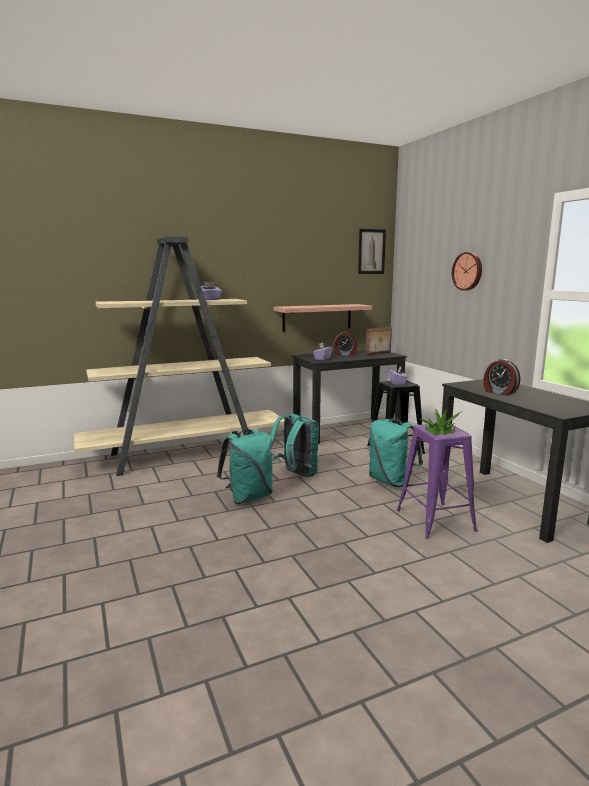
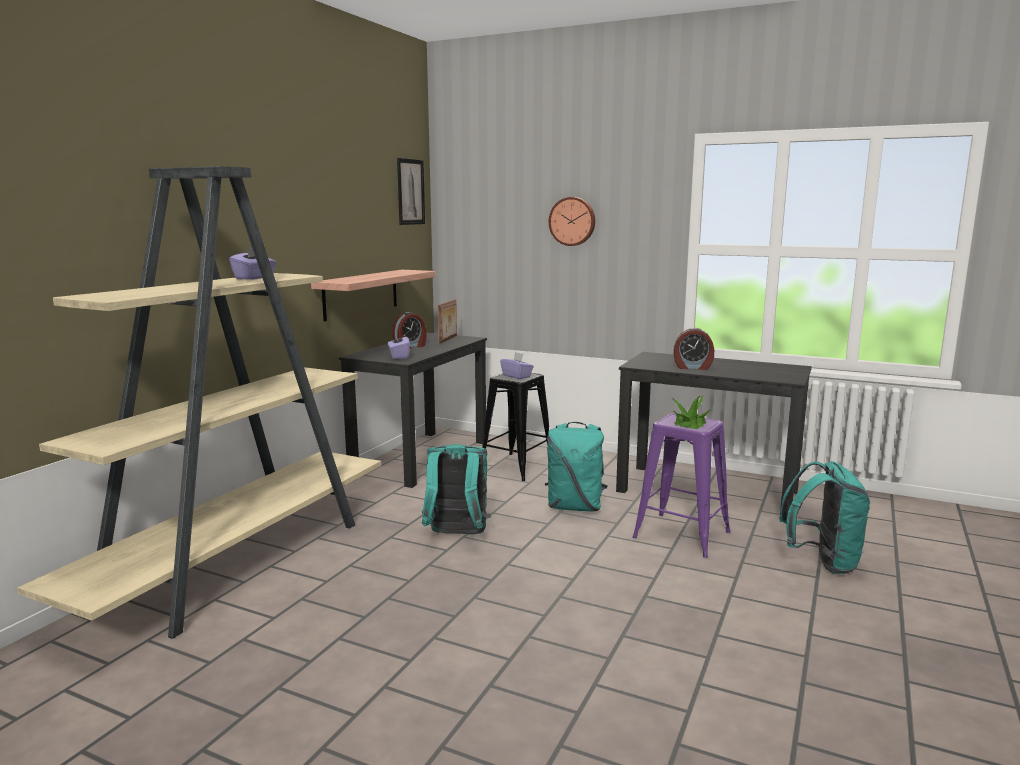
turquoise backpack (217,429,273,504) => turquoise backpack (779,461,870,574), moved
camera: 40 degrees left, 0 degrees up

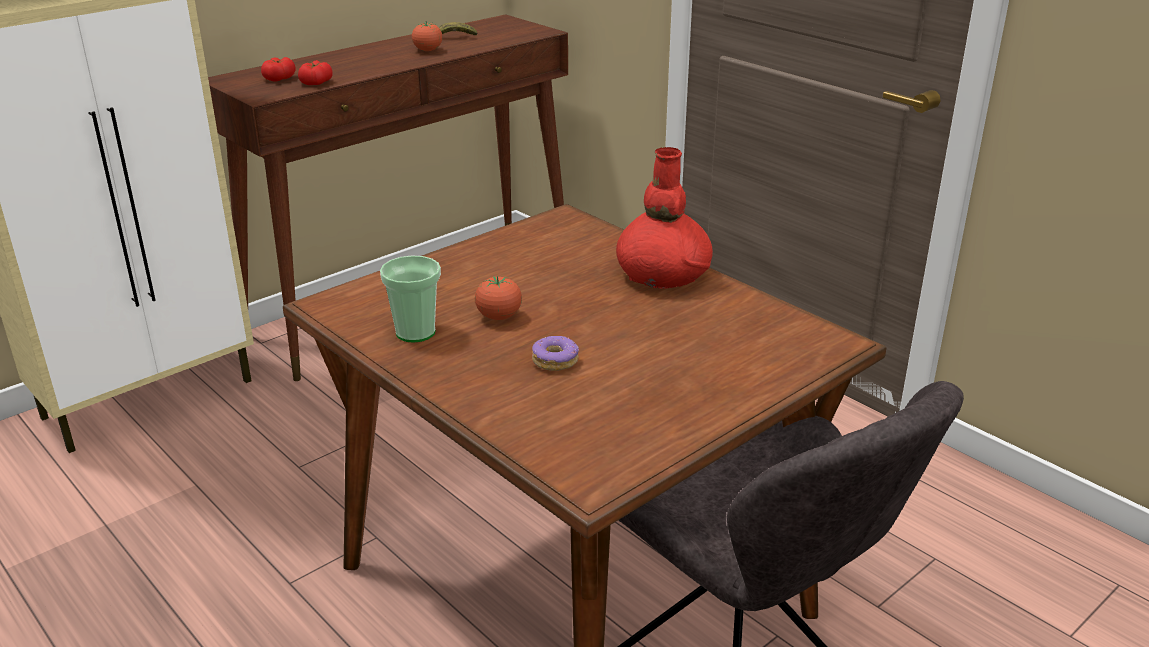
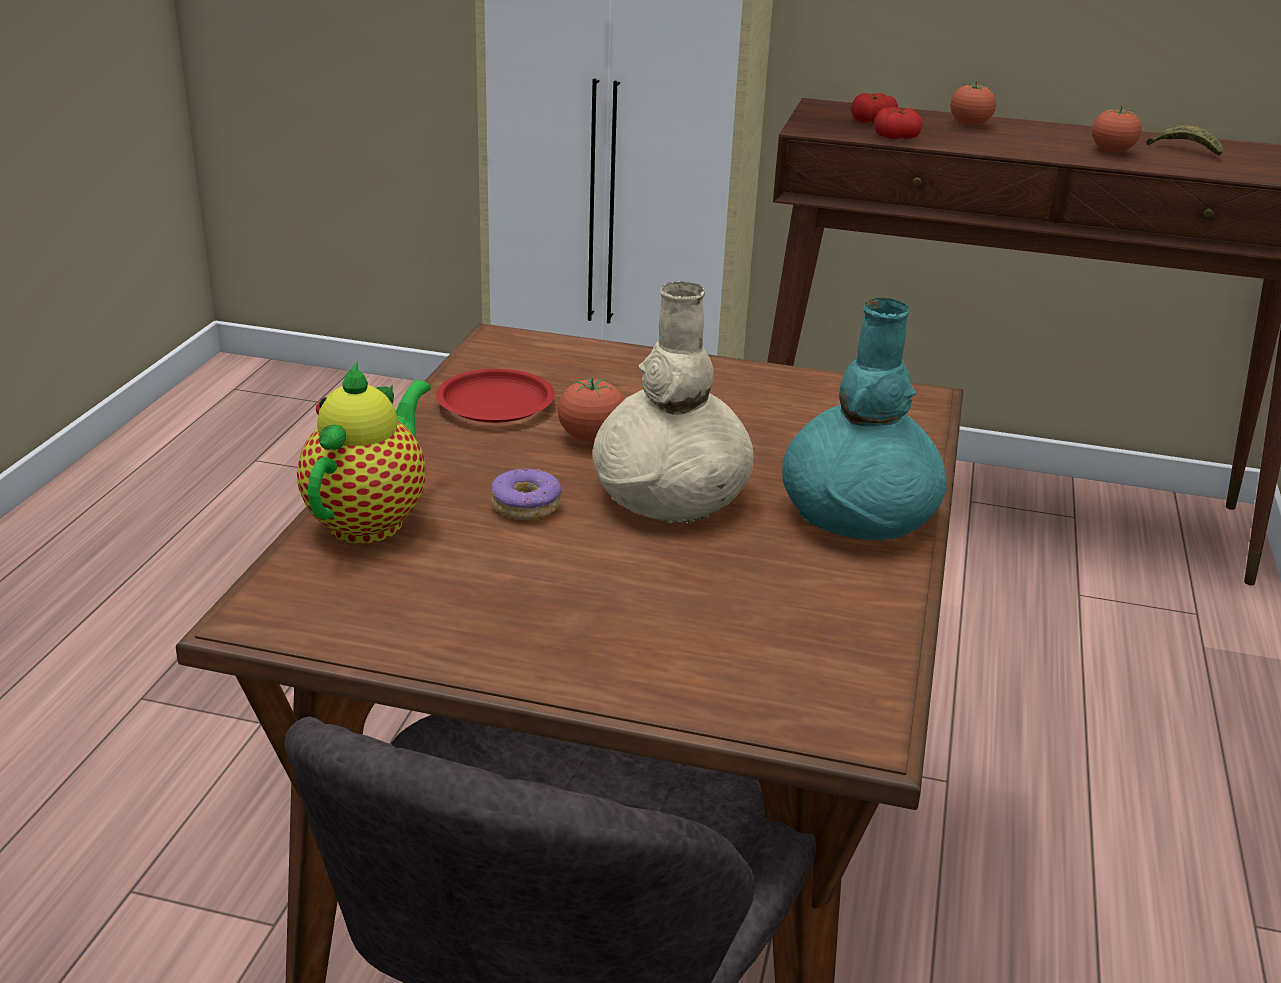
nothing => tea pot (297,361,431,544)
nothing => beige decorative vase (593,281,754,523)
nothing => tomato (950,81,996,126)
cup (380,256,441,342) => red-coloured plate (436,369,555,423)
red-coloured decorative vase (616,147,713,289) => turquoise decorative vase (782,298,946,540)
camera: 55 degrees right, 0 degrees up

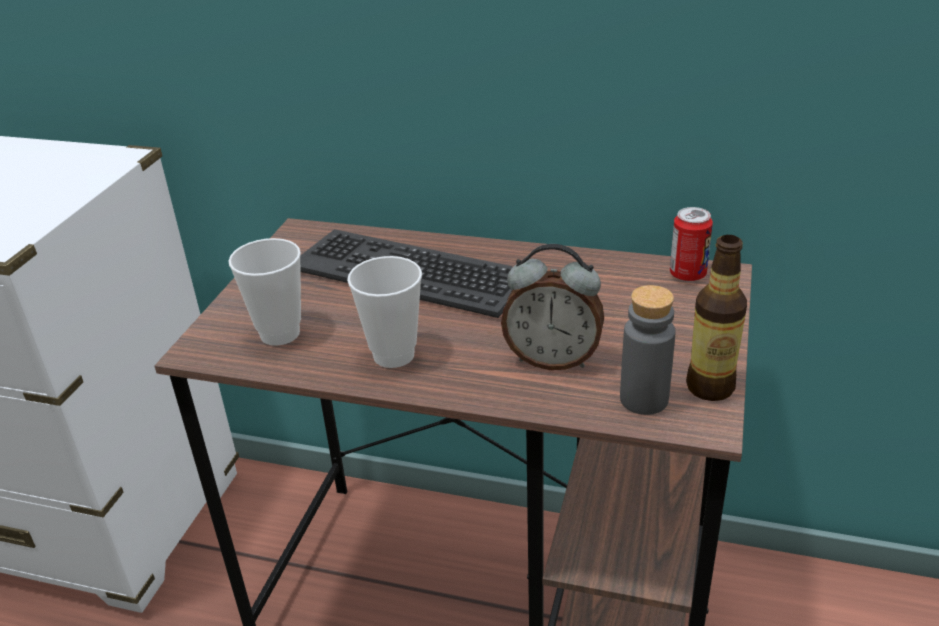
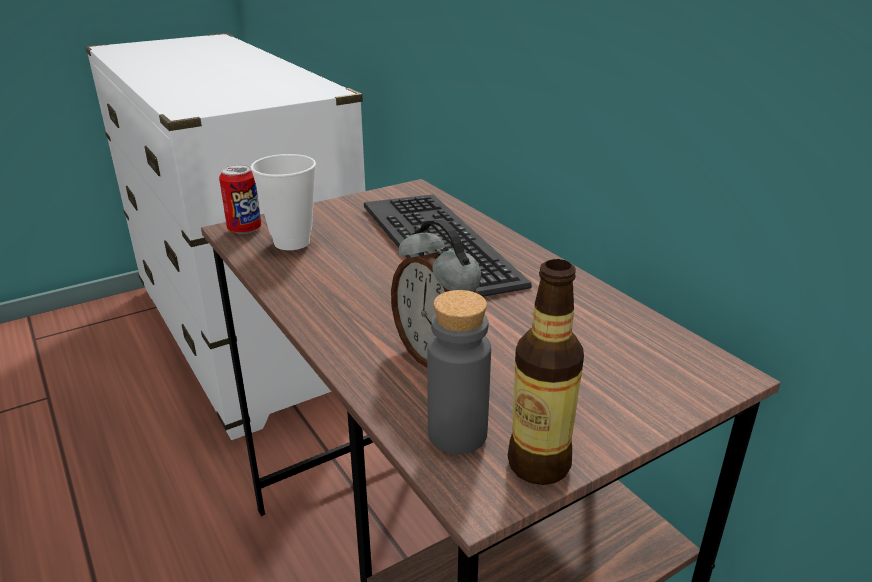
cup (347,256,422,368) => nothing
metal can (670,207,713,282) => metal can (219,165,261,234), moved
camera: 40 degrees right, 5 degrees down

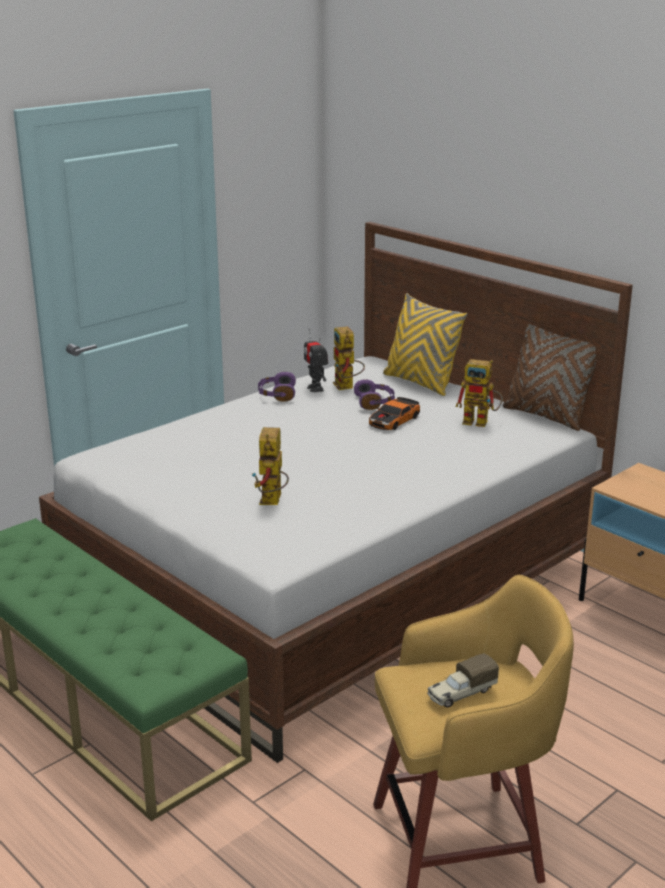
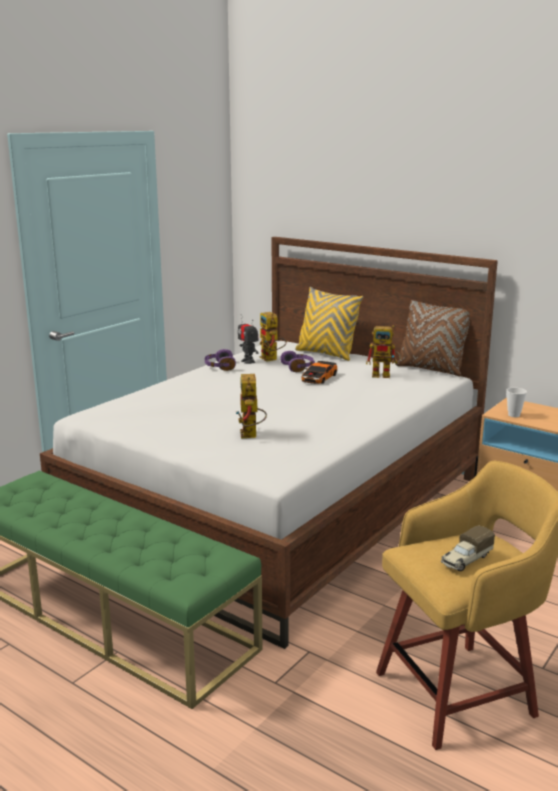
nothing => cup (507,388,527,417)
camera: 10 degrees left, 5 degrees down

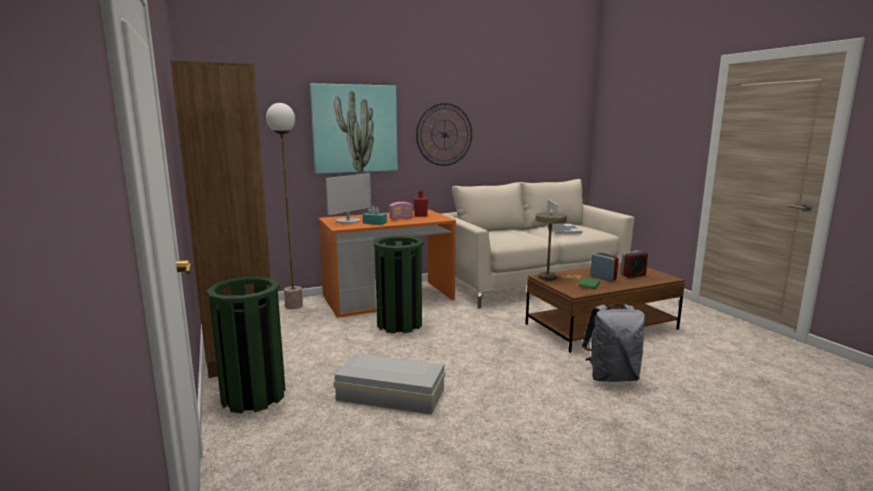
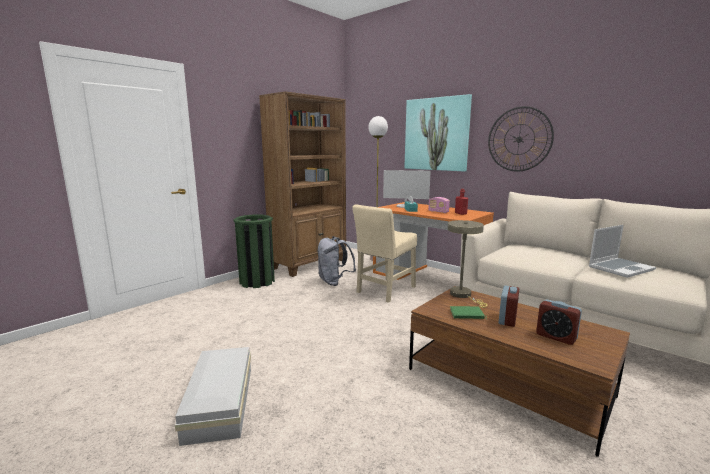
white-coloured storage box (334,354,445,415) => white-coloured storage box (175,347,251,446), moved
greyish backpack (582,304,646,382) => greyish backpack (317,236,356,286), moved
greenish trash can (374,236,423,333) => beige chair (352,204,417,303)
camera: 65 degrees right, 0 degrees up

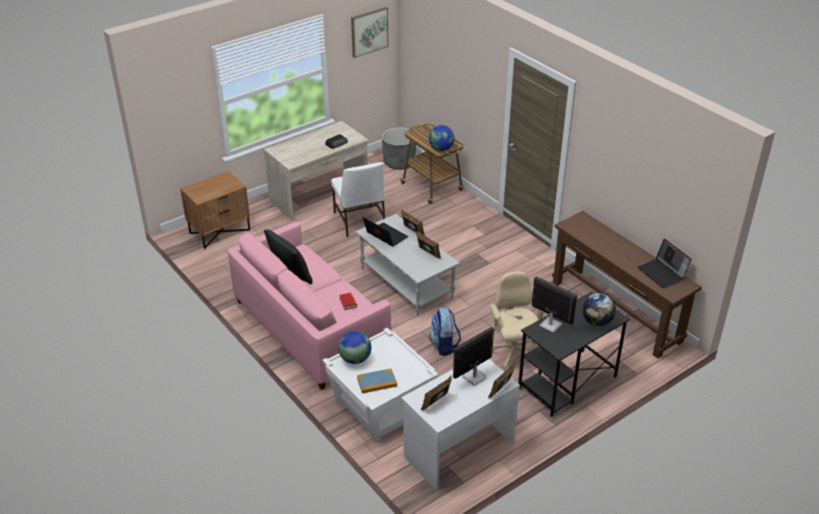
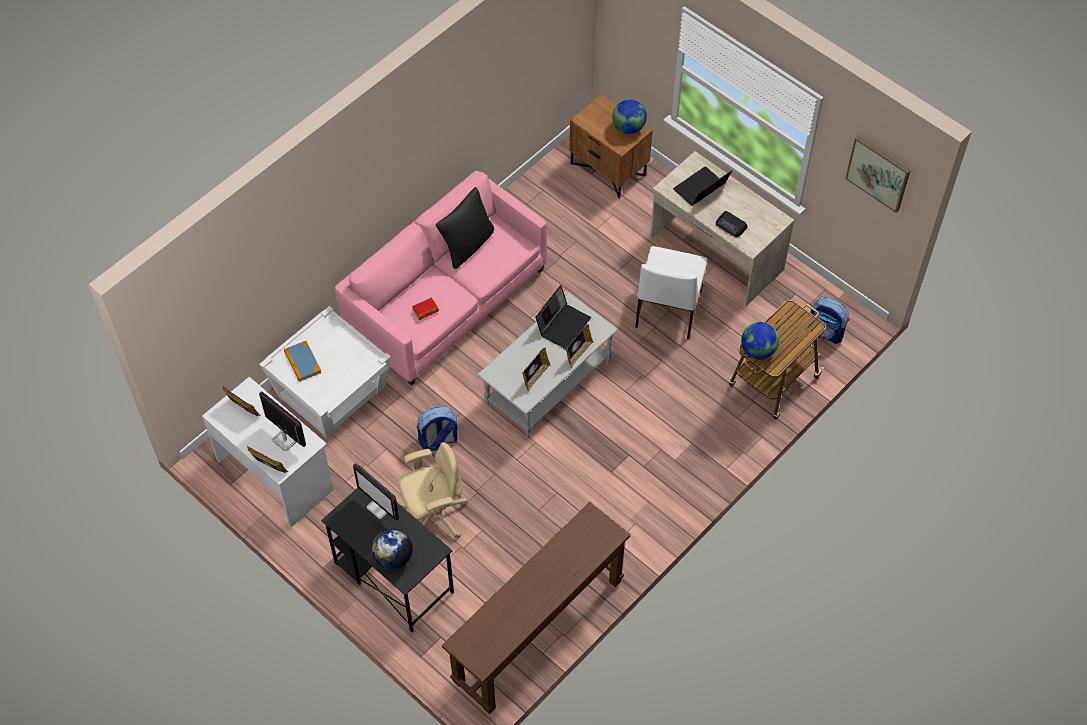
world globe (338,331,371,364) => world globe (612,100,647,134), moved
notebook computer (637,239,692,288) => notebook computer (673,166,732,206), moved
greyish planter (382,127,416,170) => backpack (810,297,850,344)
white-coloured chair (331,162,385,237) => white-coloured chair (635,246,707,339), 45 degrees counterclockwise
computer display (532,276,577,333) => computer display (353,463,399,521), 105 degrees clockwise
camera: 80 degrees right, 20 degrees up

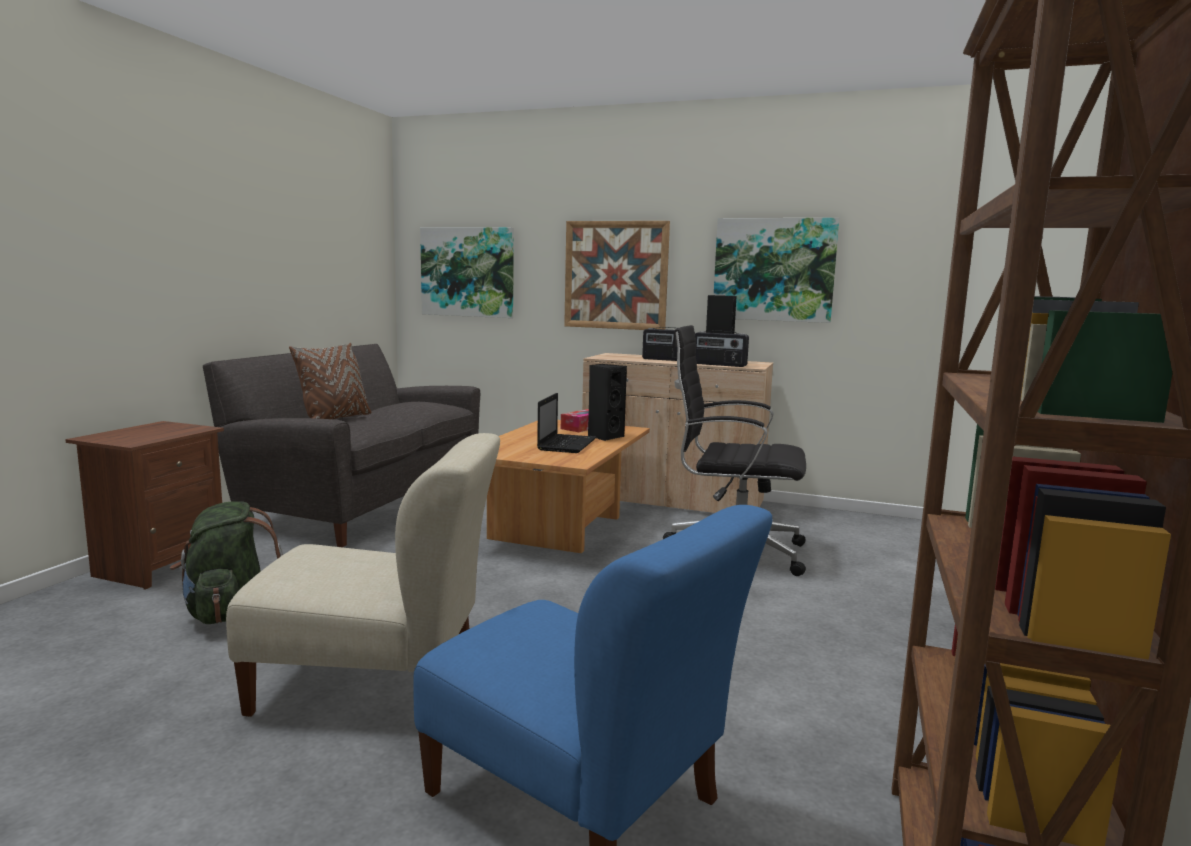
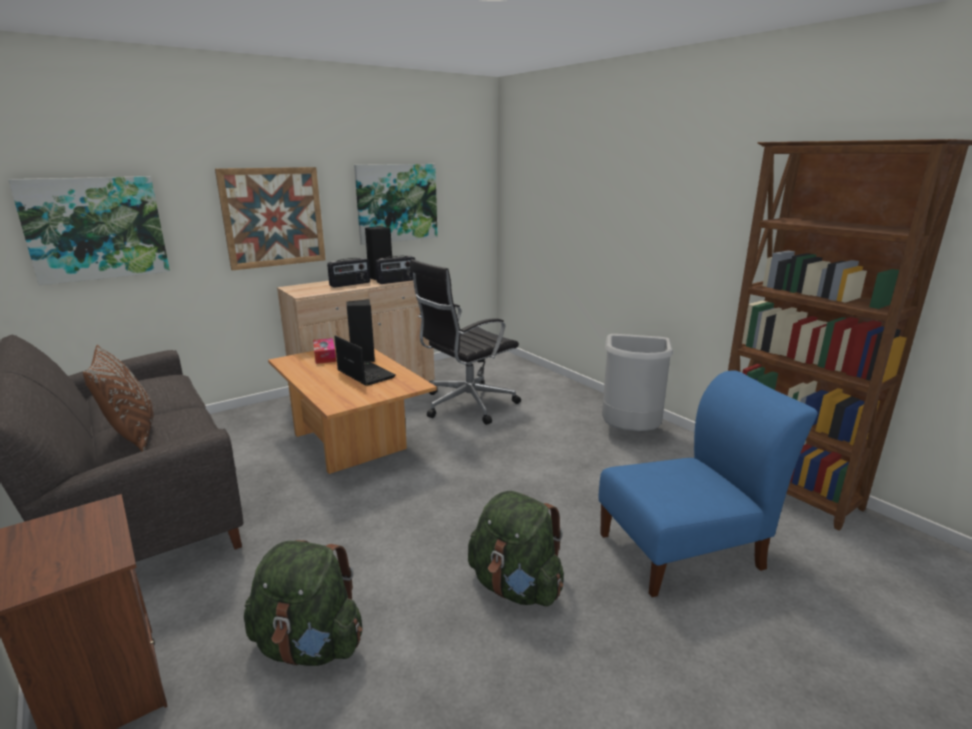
nothing => greyish trash can (602,334,673,431)
beige chair (226,433,500,717) => greenish backpack (468,491,564,606)
camera: 55 degrees left, 10 degrees up

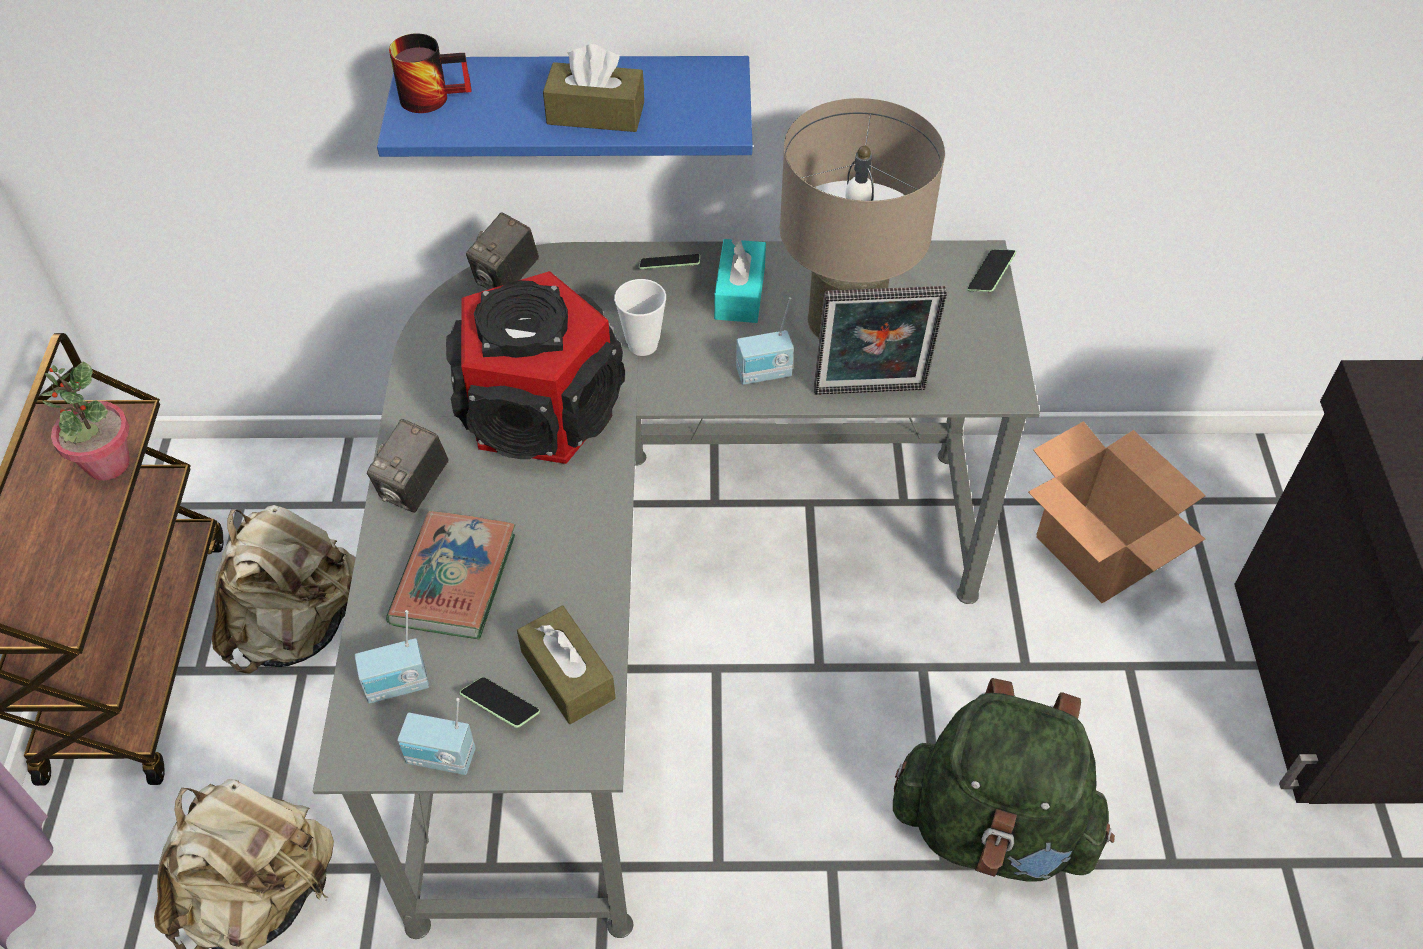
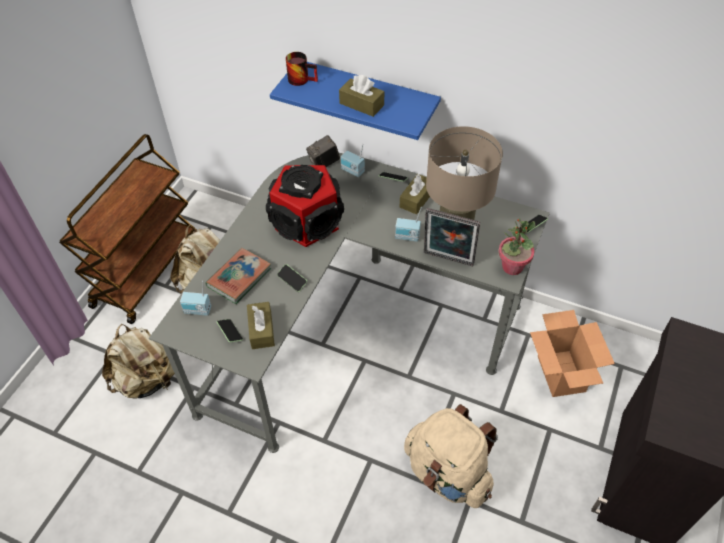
photo camera (367,419,449,513) => nothing
cup (614,279,666,356) => nothing
nothing => telephone (277,264,307,292)
potted plant (41,362,130,481) => potted plant (498,219,535,275), moved
radio (397,698,476,775) => radio (341,144,365,177), moved
turquoise box of tissues (714,237,766,323) => brown-coloured box of tissues (400,174,430,214)
greenish backpack (893,678,1115,881) => beige backpack (404,404,498,508)
camera: 25 degrees right, 0 degrees up

